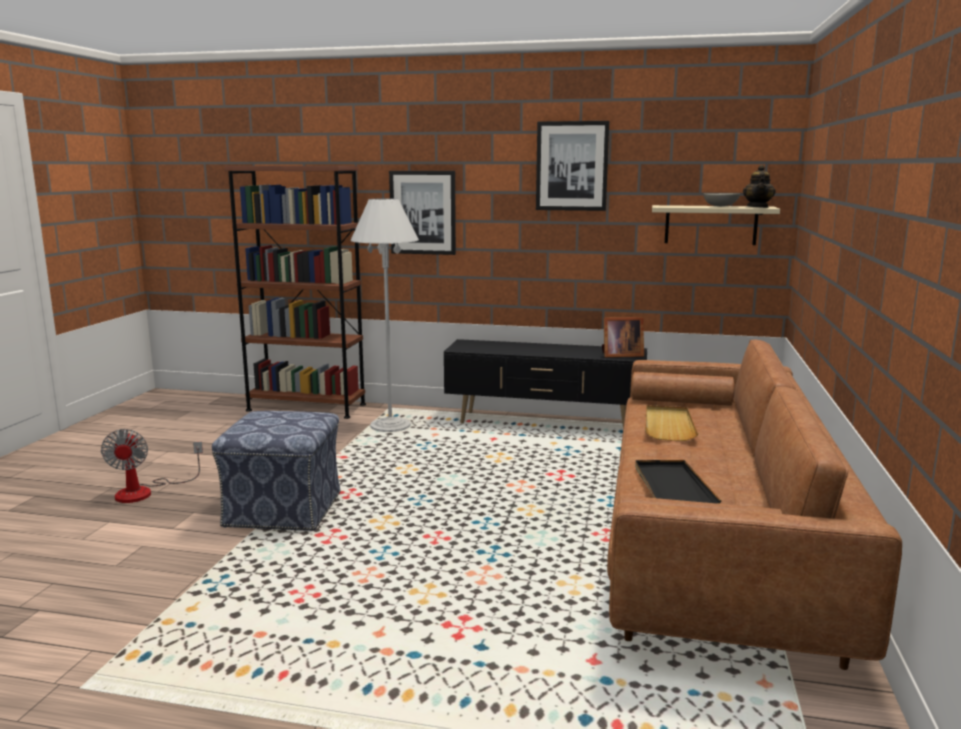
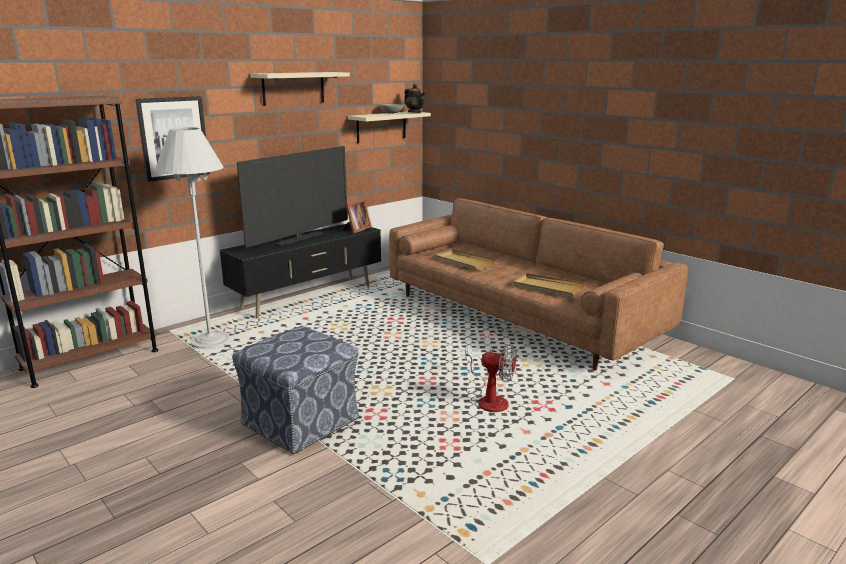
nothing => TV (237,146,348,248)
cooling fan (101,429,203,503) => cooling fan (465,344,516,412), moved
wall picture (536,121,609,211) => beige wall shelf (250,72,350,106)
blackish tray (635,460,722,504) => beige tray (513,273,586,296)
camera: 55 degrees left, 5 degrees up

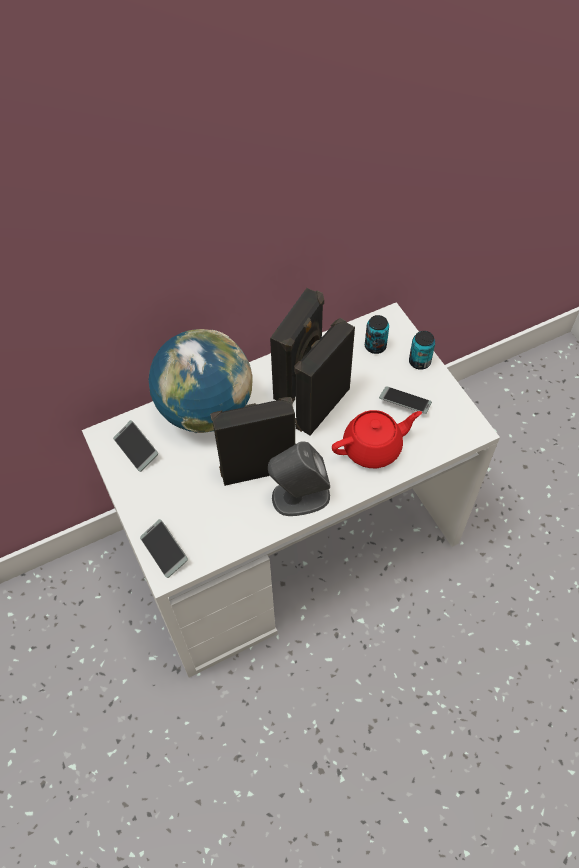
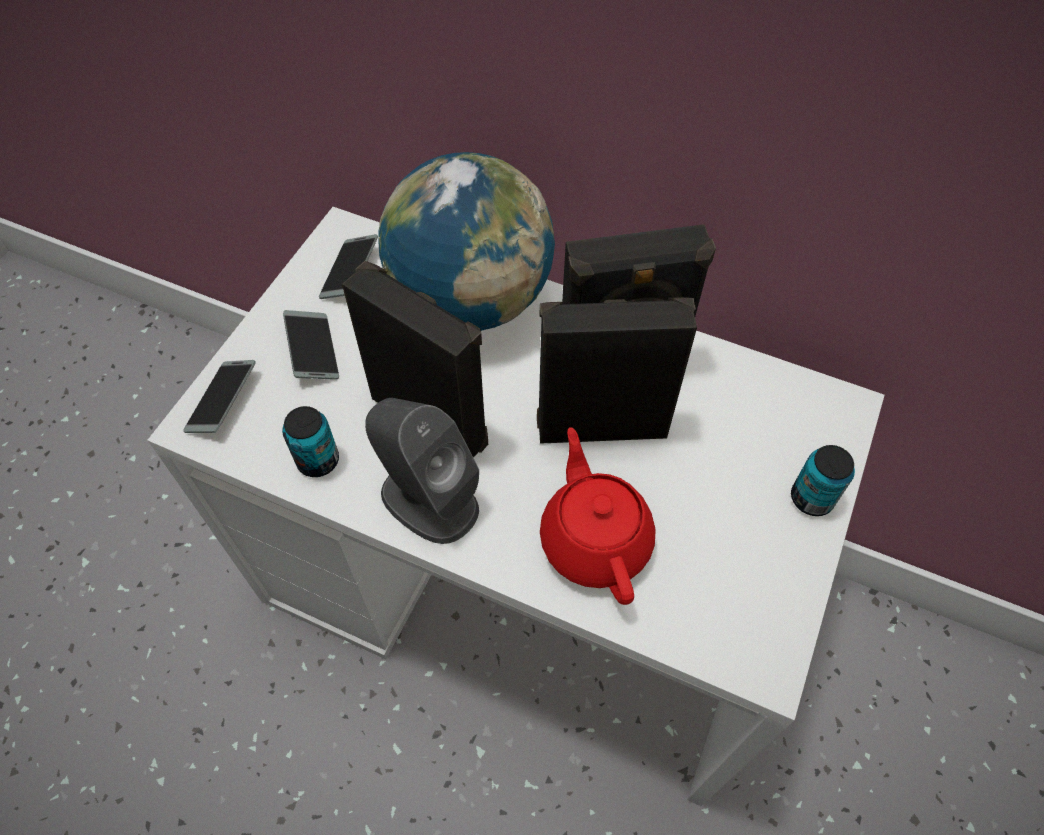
metal can (365,315,389,354) => metal can (282,406,339,477), moved
telephone (379,386,432,414) => telephone (283,310,339,380), moved
red-coloured tea pot (332,410,422,468) => red-coloured tea pot (540,427,656,605), 135 degrees counterclockwise
camera: 50 degrees right, 0 degrees up

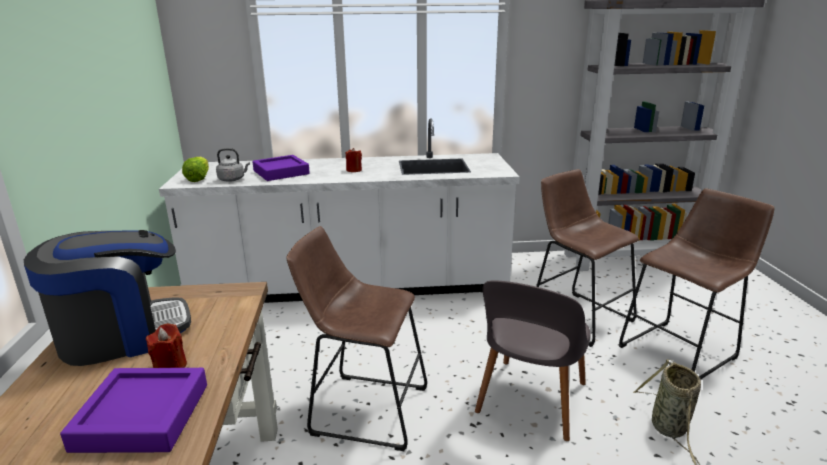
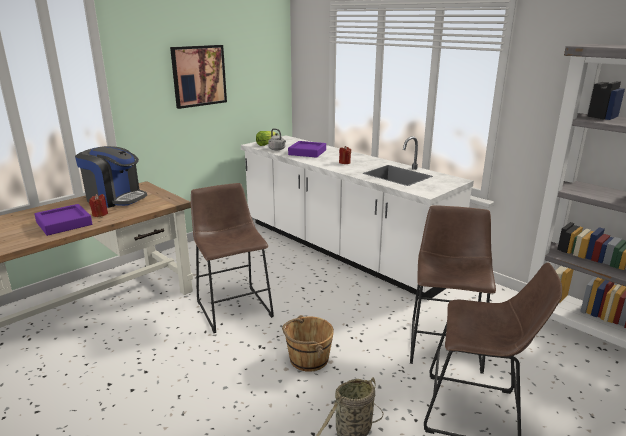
nothing => wall picture (170,45,227,109)
greyish chair (475,280,590,441) => brown-coloured water bucket (282,315,334,372)
camera: 50 degrees right, 0 degrees up

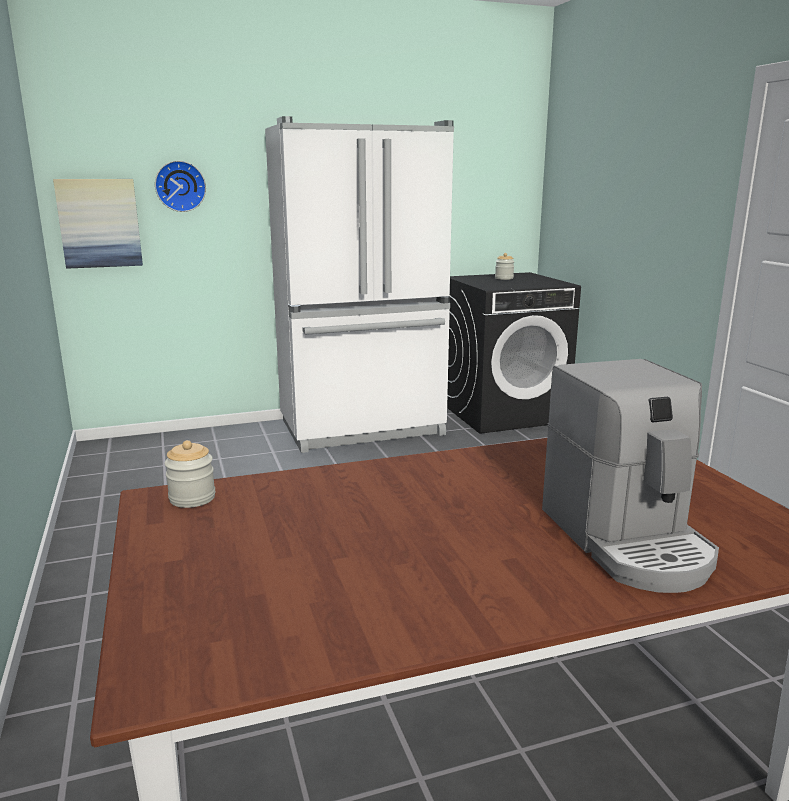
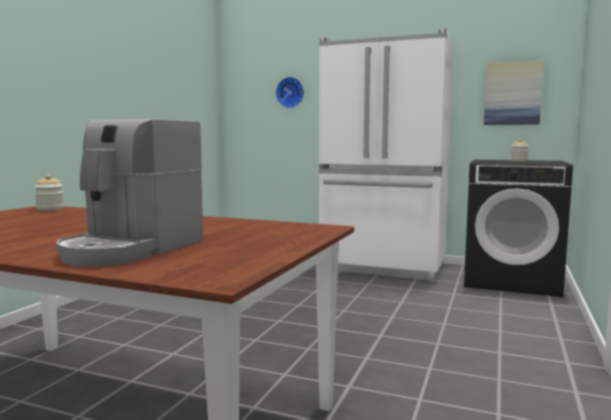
wall picture (53,179,143,269) => wall picture (484,61,544,125), moved
camera: 40 degrees right, 10 degrees down

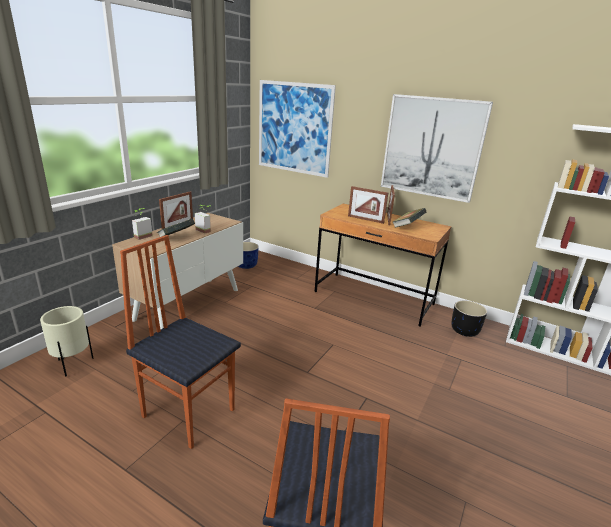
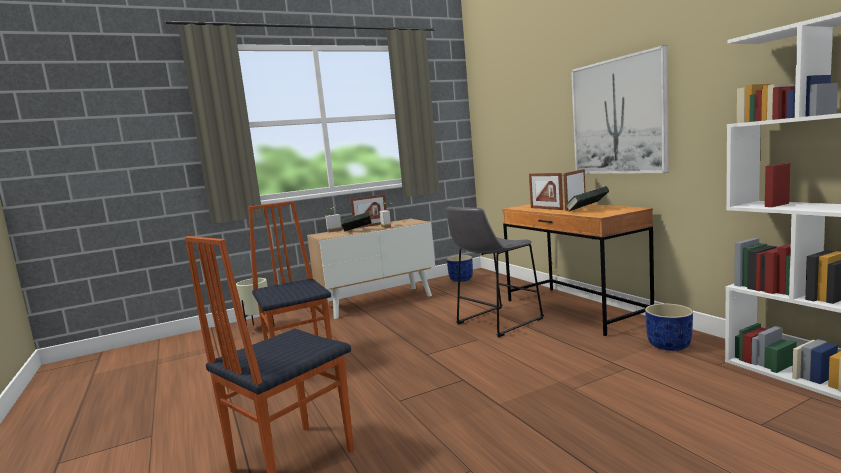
wall picture (259,80,336,178) => nothing
nothing => greyish sitting stool (447,207,544,337)
blackish planter (452,301,487,337) => blue planter (645,303,693,351)
camera: 35 degrees right, 15 degrees down

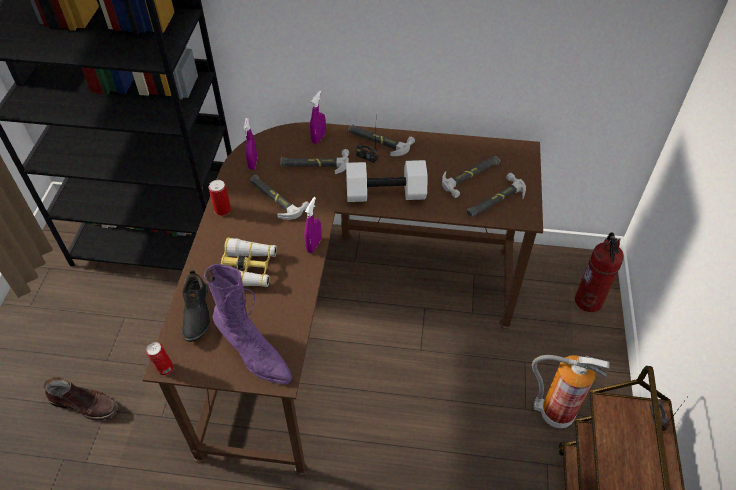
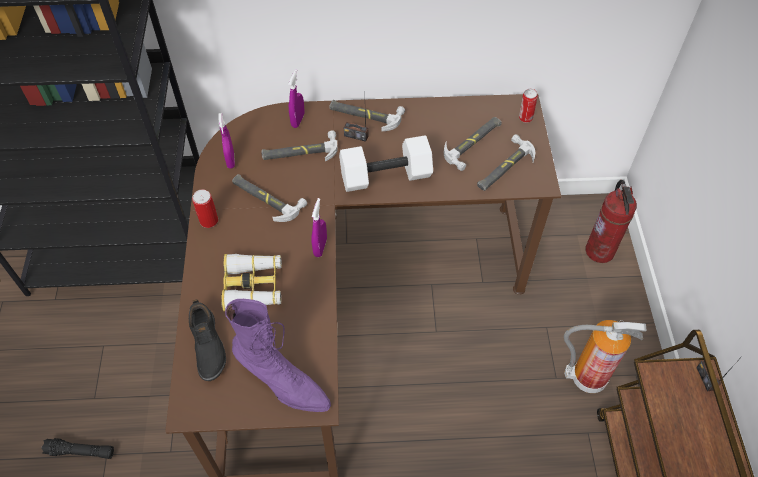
metal can (146,342,174,375) => metal can (519,89,538,123), moved
brown-coloured high-top boot (44,377,118,420) => blackish flashlight (41,438,114,459)
camera: 10 degrees left, 5 degrees up

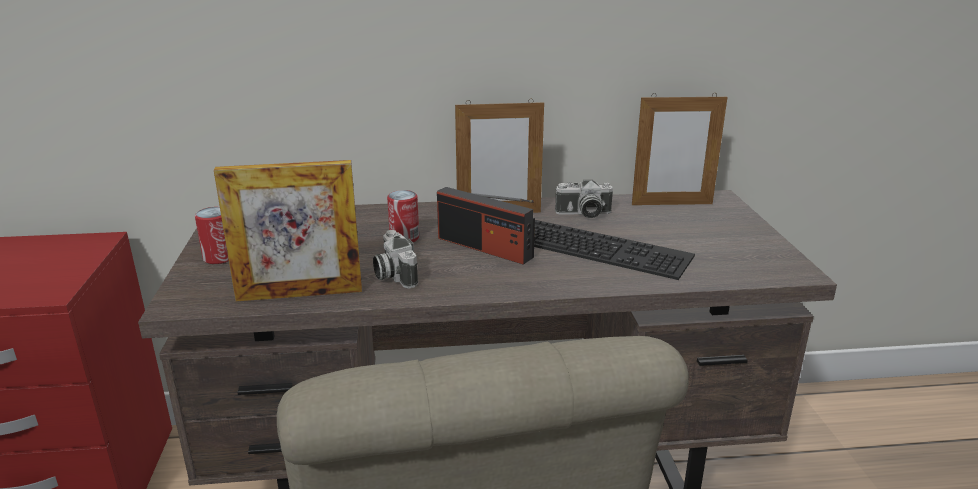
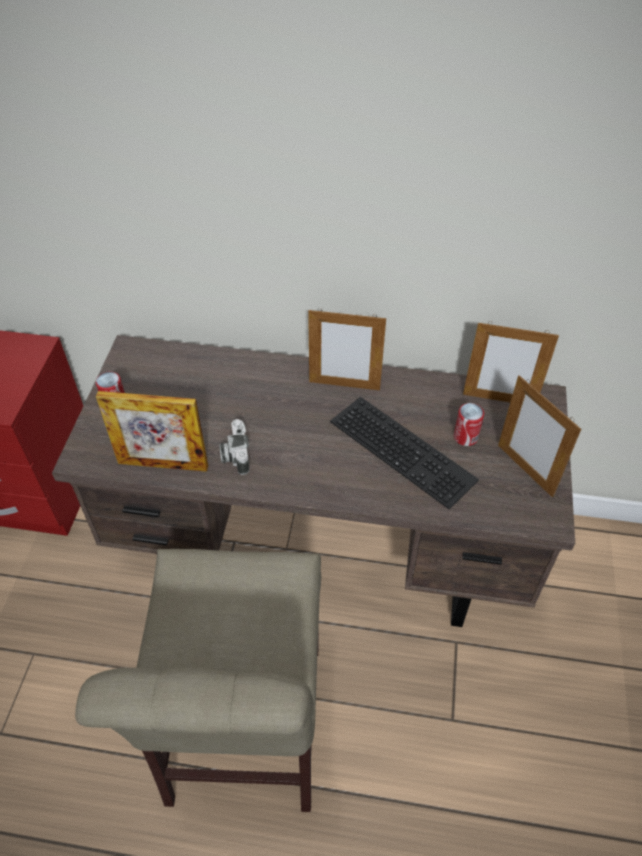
radio (437,187,535,265) => nothing
photo camera (555,180,613,218) => nothing
nothing => standing frame (498,375,581,498)
metal can (387,190,419,243) => metal can (454,403,484,446), moved
camera: 15 degrees right, 25 degrees up

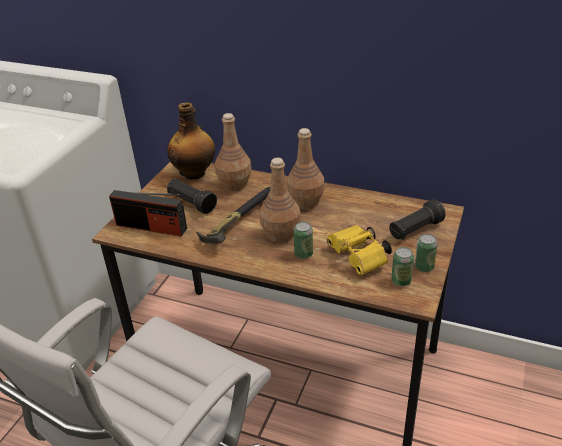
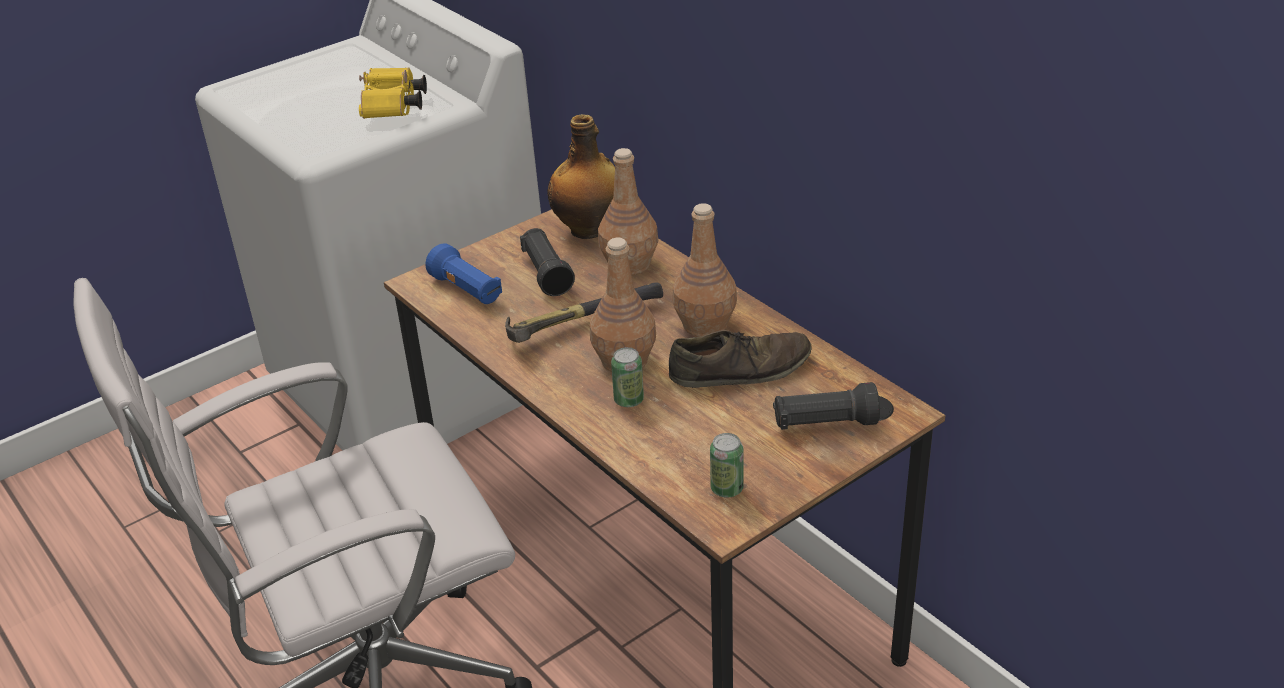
metal can (415,234,438,272) => nothing
nothing => brown-coloured shoe (669,330,812,388)
yellow-coloured pair of binoculars (327,225,392,275) => yellow-coloured pair of binoculars (359,68,427,119), moved
radio (109,190,187,236) => blue flashlight (425,243,502,304)
camera: 30 degrees right, 0 degrees up

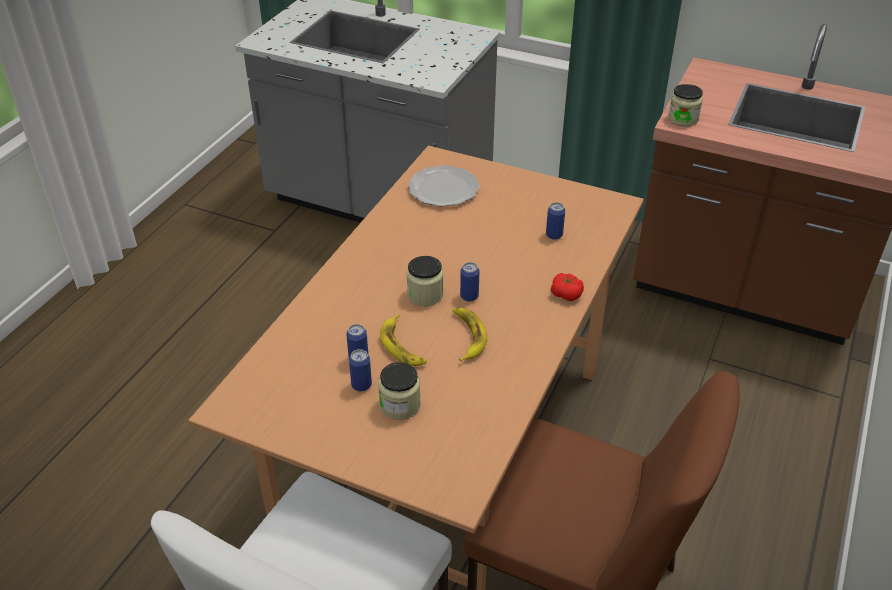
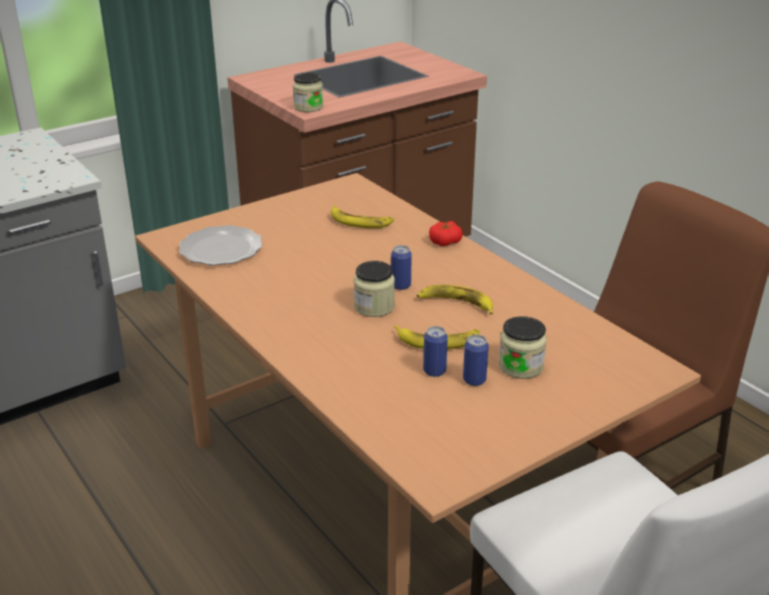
metal can (546,202,565,240) => whole banana (330,206,394,228)
camera: 60 degrees left, 10 degrees down

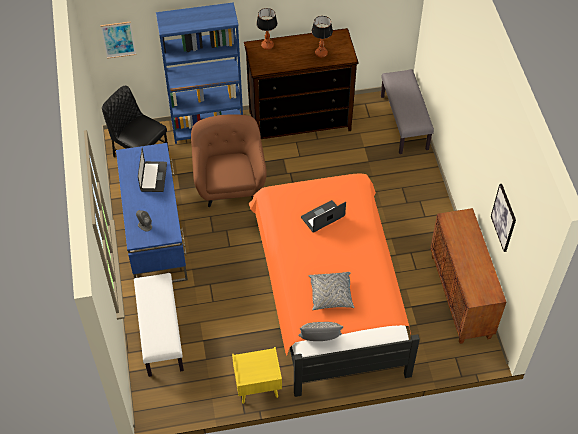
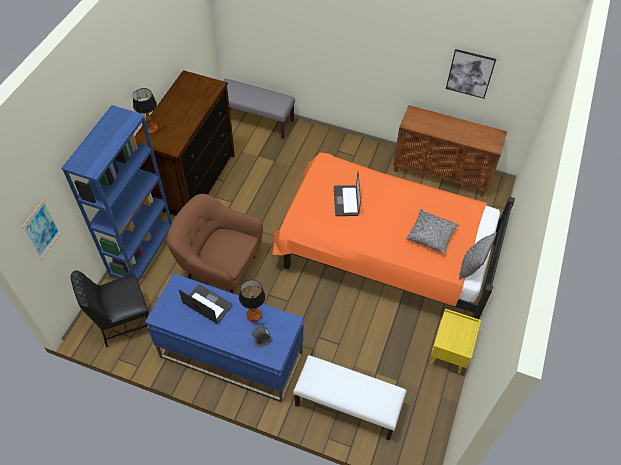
lamp for a table (312,16,333,57) => lamp for a table (239,280,265,322), moved
camera: 60 degrees left, 0 degrees up

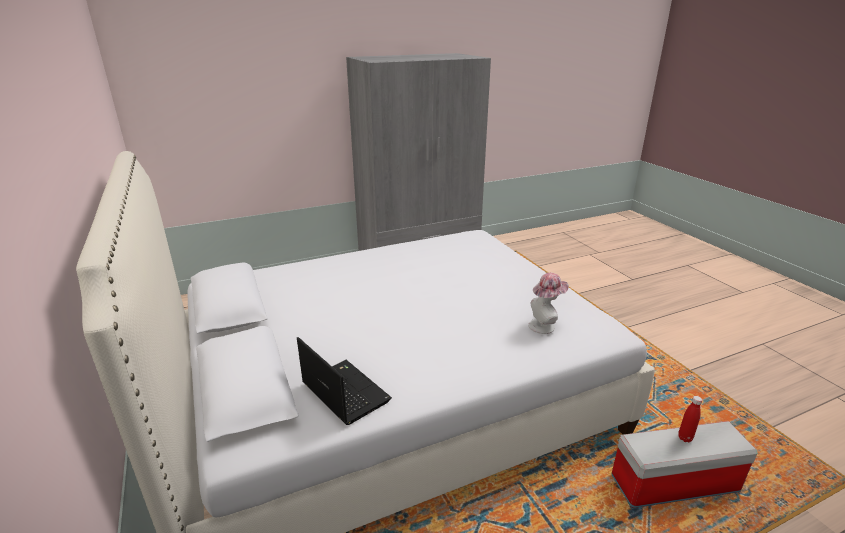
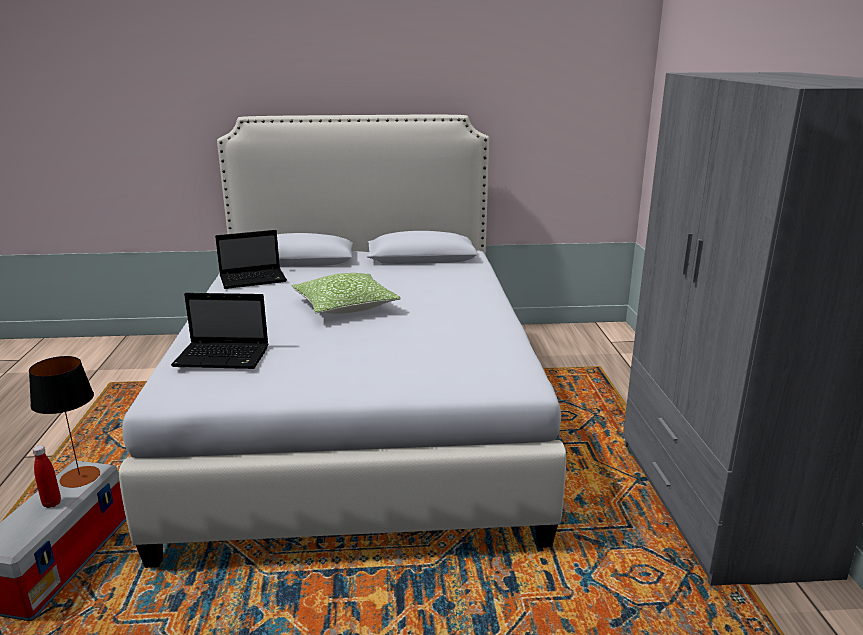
nothing => lamp for a table (29,356,100,488)
nothing => throw pillow (291,273,401,314)
wearable hat (528,273,569,334) => notebook computer (171,293,269,369)
camera: 110 degrees right, 5 degrees down

